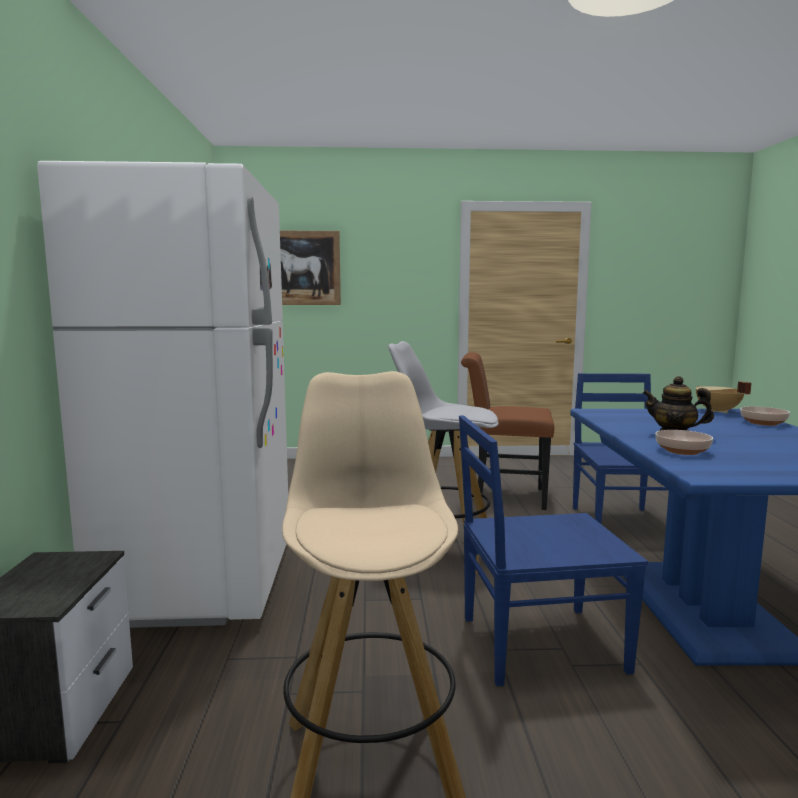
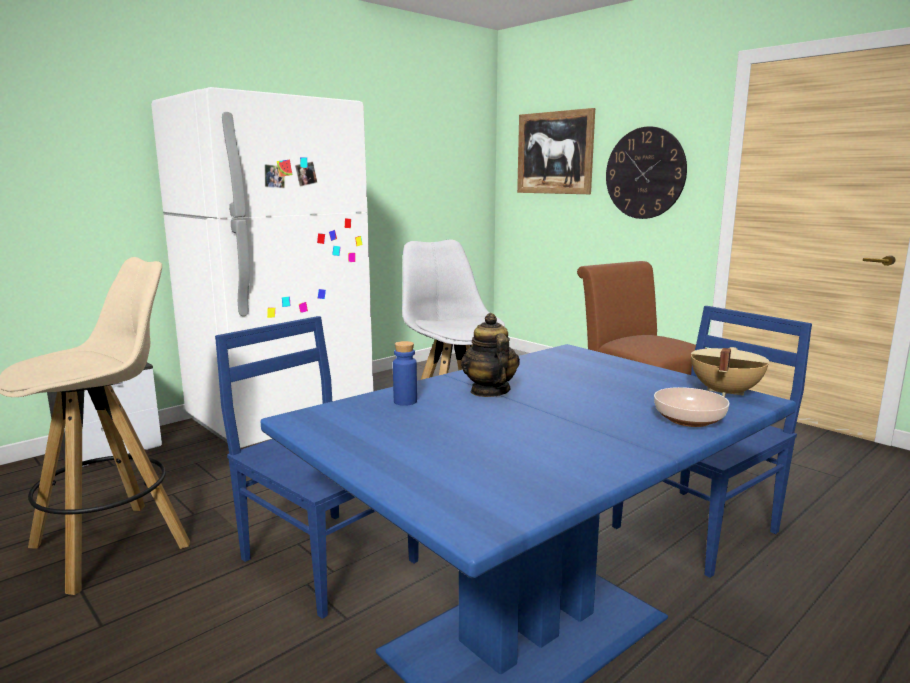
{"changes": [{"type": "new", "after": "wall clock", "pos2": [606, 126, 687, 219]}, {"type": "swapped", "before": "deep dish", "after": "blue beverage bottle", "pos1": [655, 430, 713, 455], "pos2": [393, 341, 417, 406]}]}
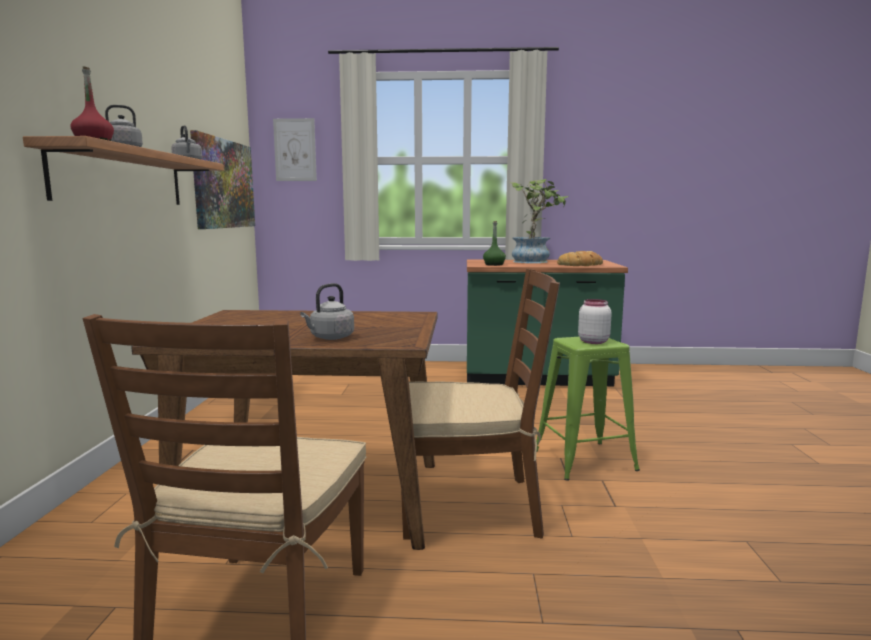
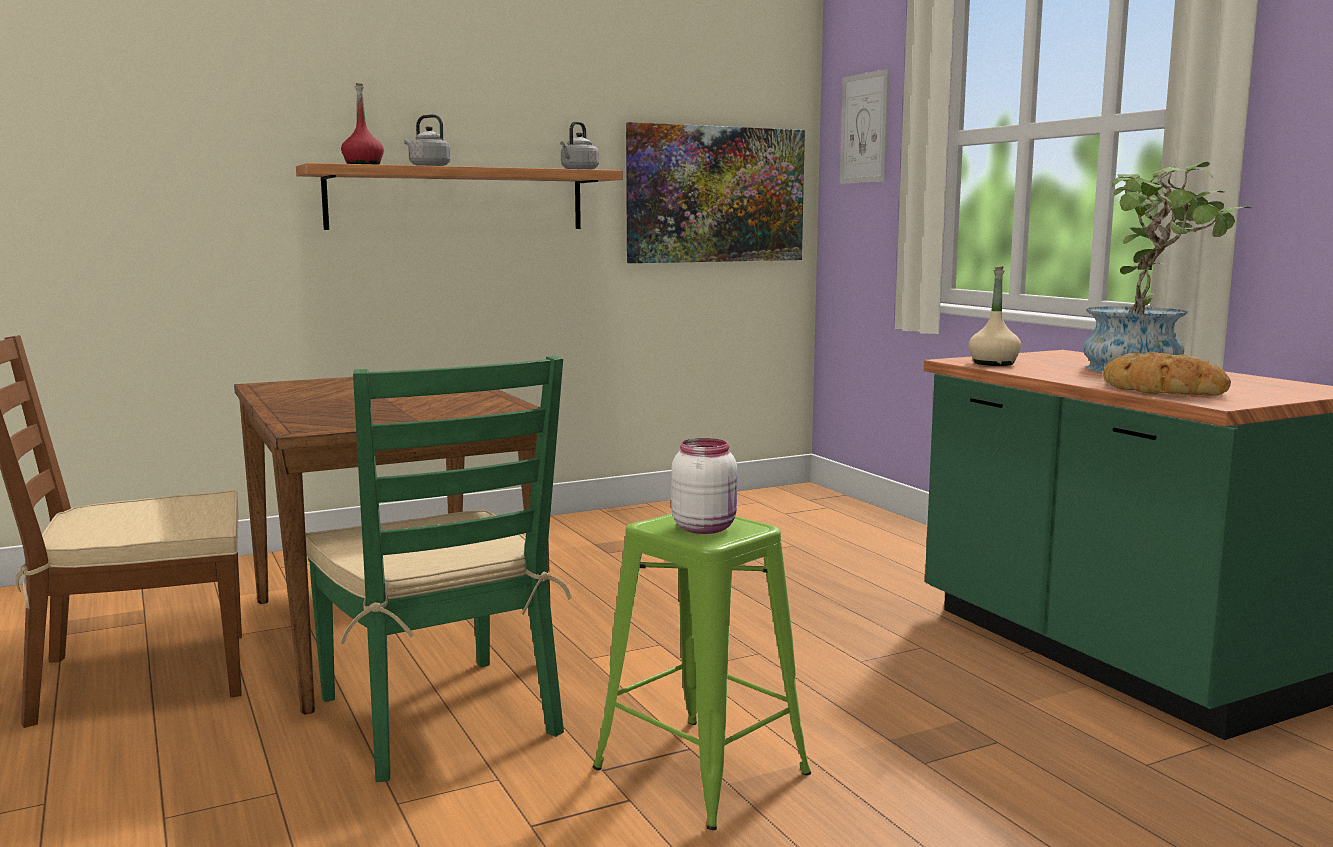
{"changes": [{"type": "gone", "before": "greyish water kettle", "pos1": [300, 283, 354, 340]}, {"type": "repainted", "before": "brown upright chair", "after": "green upright chair", "pos1": [401, 269, 560, 539], "pos2": [305, 356, 572, 782]}, {"type": "repainted", "before": "green beverage bottle", "after": "beige beverage bottle", "pos1": [483, 221, 506, 266], "pos2": [969, 266, 1021, 366]}]}
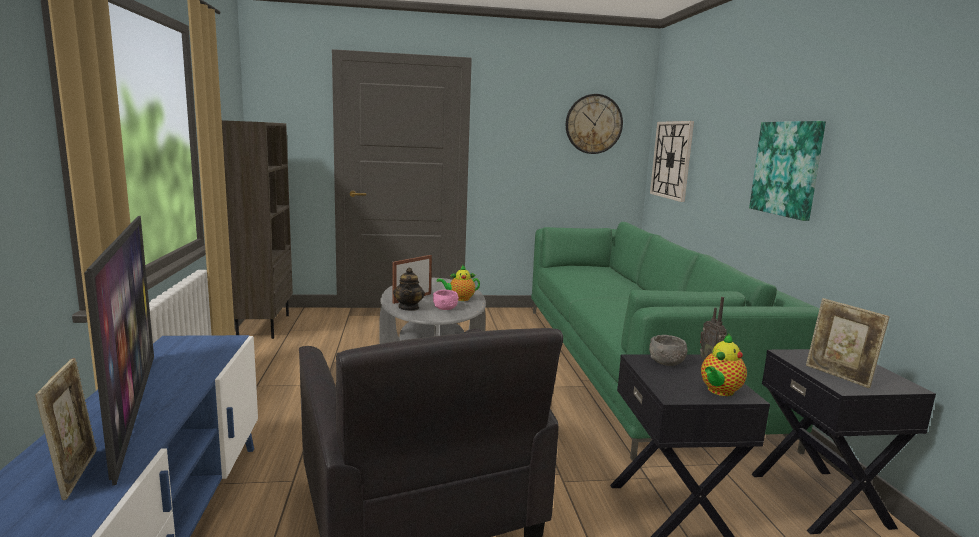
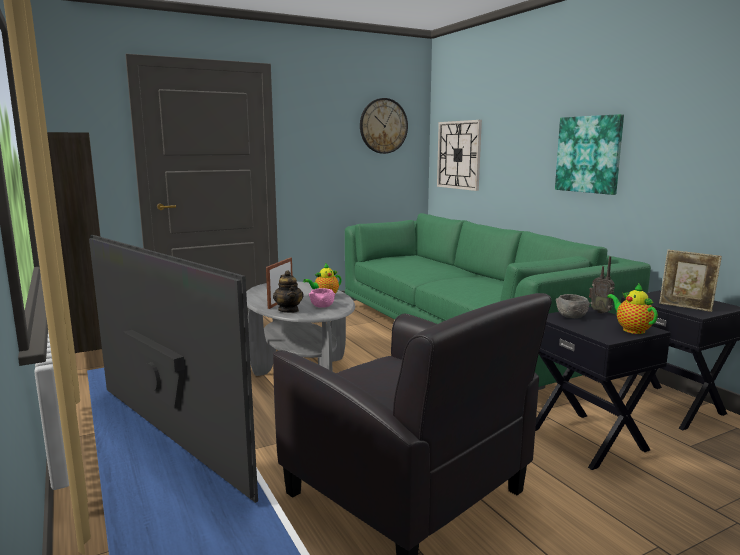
{"changes": [{"type": "gone", "before": "photo frame", "pos1": [35, 358, 97, 500]}, {"type": "rotated", "before": "pot for tea", "pos1": [701, 333, 747, 396], "pos2": [607, 283, 658, 334], "turn": 135}]}
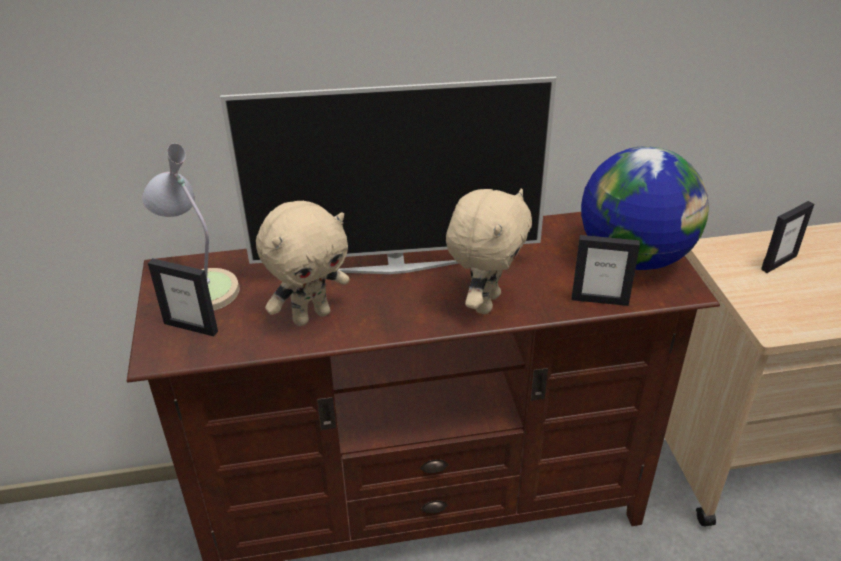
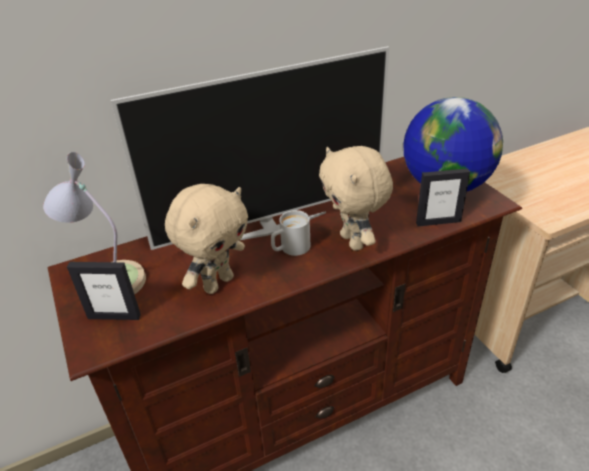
{"changes": [{"type": "gone", "before": "photo frame", "pos1": [761, 201, 814, 273]}, {"type": "new", "after": "whitish mug", "pos2": [271, 210, 310, 256]}, {"type": "rotated", "before": "beige cuddly toy", "pos1": [446, 188, 532, 314], "pos2": [319, 146, 393, 251], "turn": 150}]}
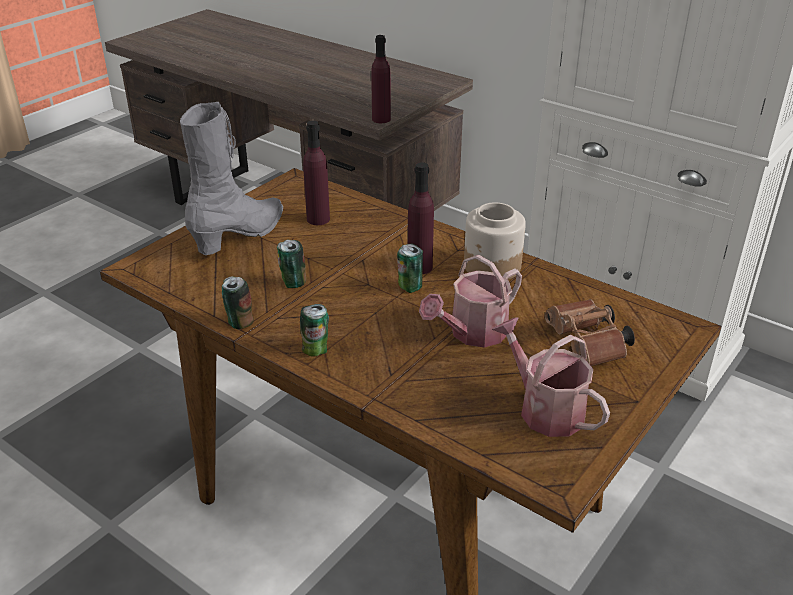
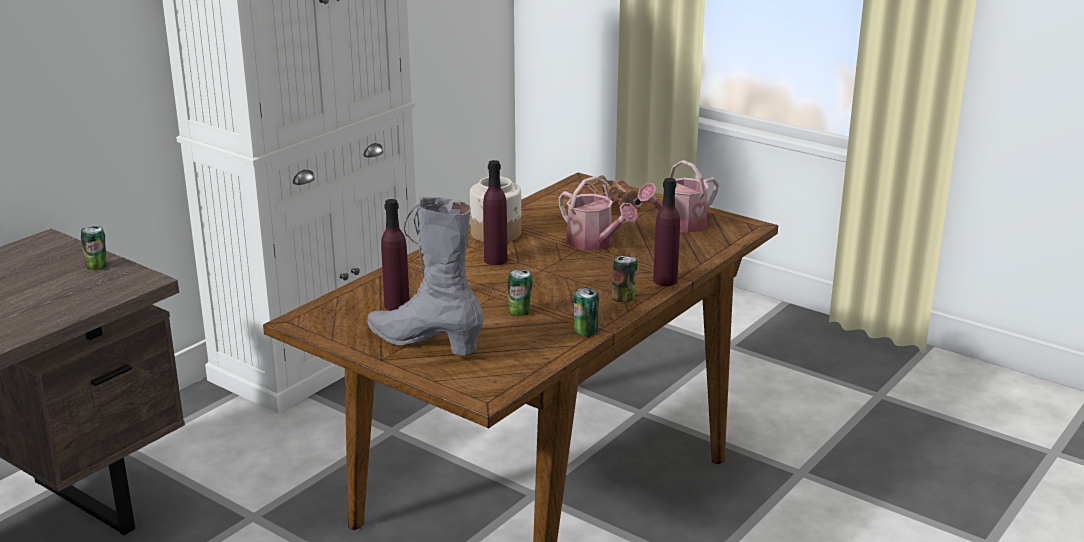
{"changes": [{"type": "shifted", "before": "purple-coloured beverage bottle", "pos1": [371, 35, 391, 123], "pos2": [653, 178, 680, 286]}, {"type": "shifted", "before": "sealed can", "pos1": [397, 244, 423, 293], "pos2": [81, 226, 107, 270]}]}
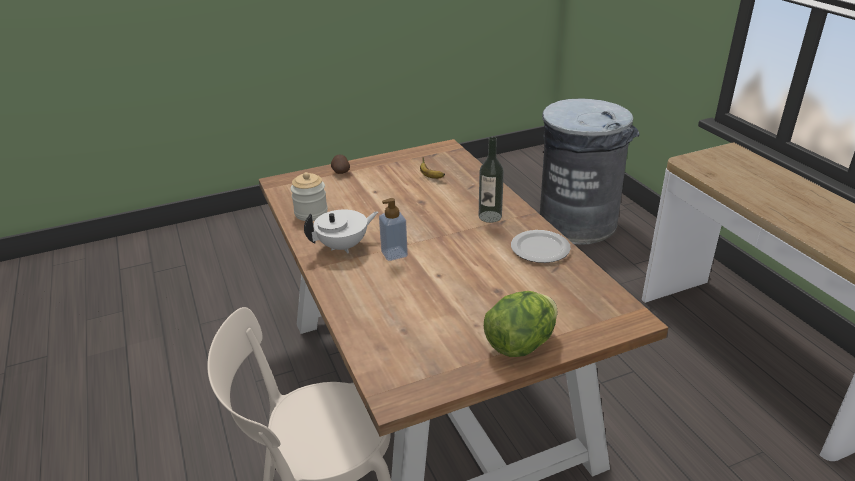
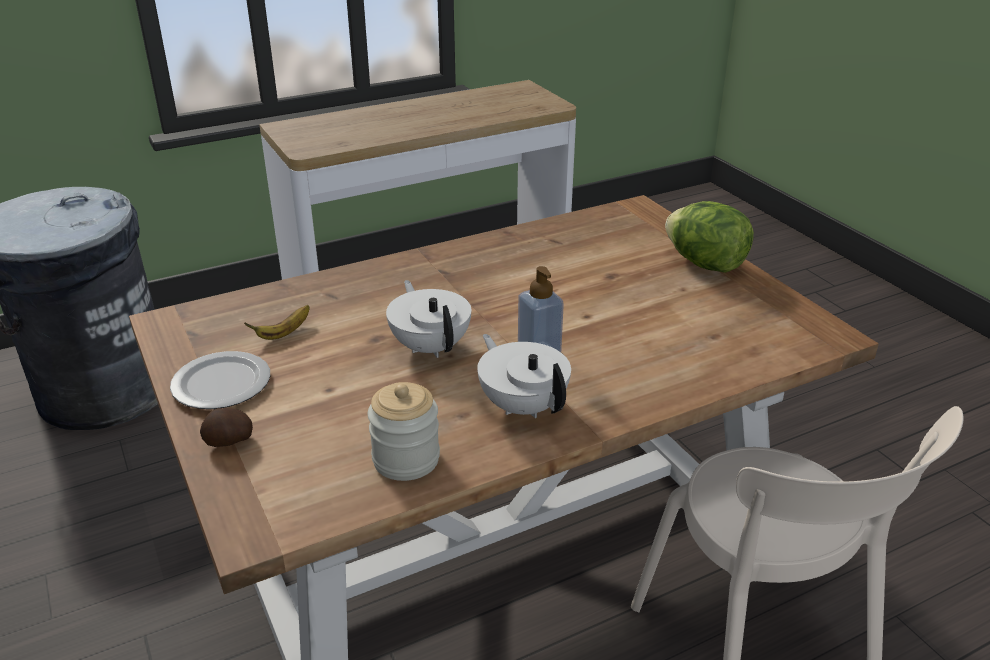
{"changes": [{"type": "gone", "before": "beverage bottle", "pos1": [479, 137, 504, 223]}, {"type": "new", "after": "whitish pot for tea", "pos2": [386, 280, 471, 358]}, {"type": "shifted", "before": "dinner plate", "pos1": [511, 230, 571, 263], "pos2": [170, 351, 270, 409]}]}
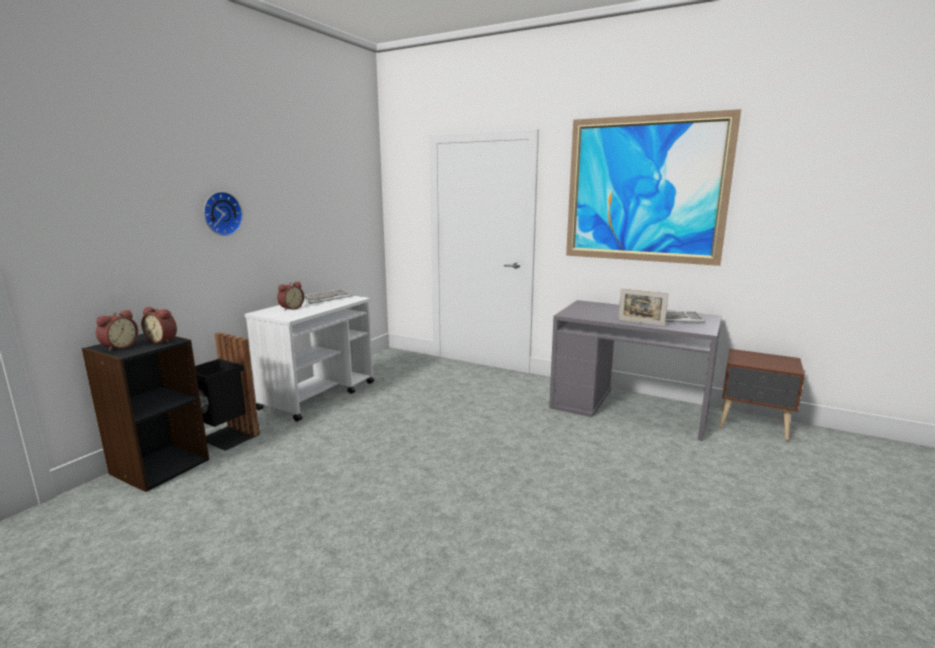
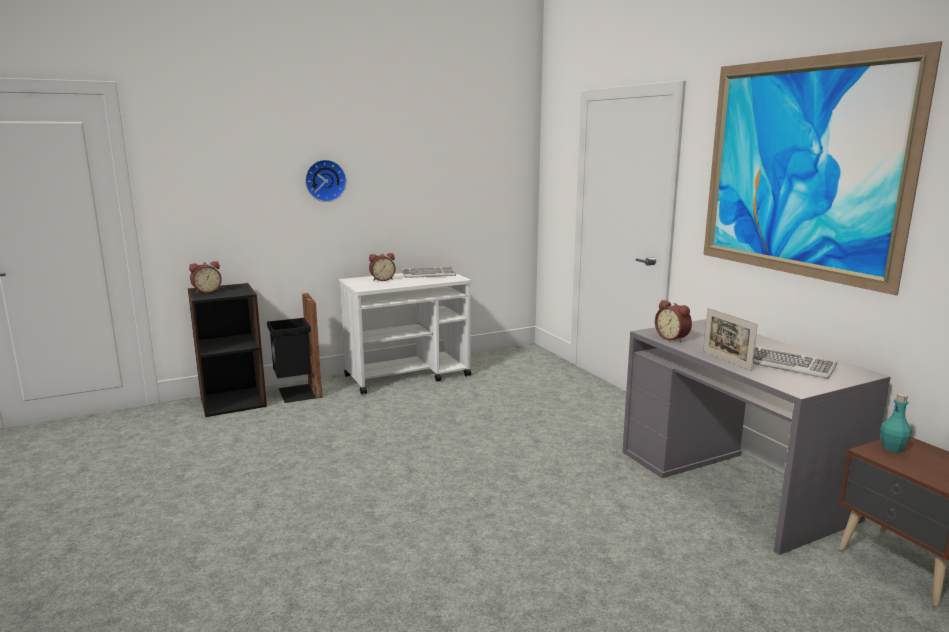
{"changes": [{"type": "new", "after": "blue-green beverage bottle", "pos2": [880, 393, 911, 453]}, {"type": "shifted", "before": "alarm clock", "pos1": [141, 307, 177, 343], "pos2": [655, 300, 692, 342]}]}
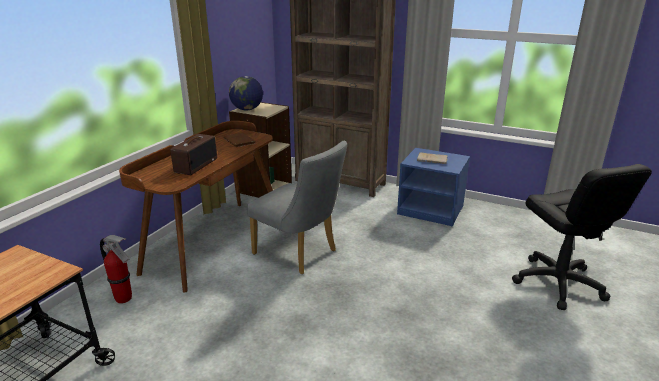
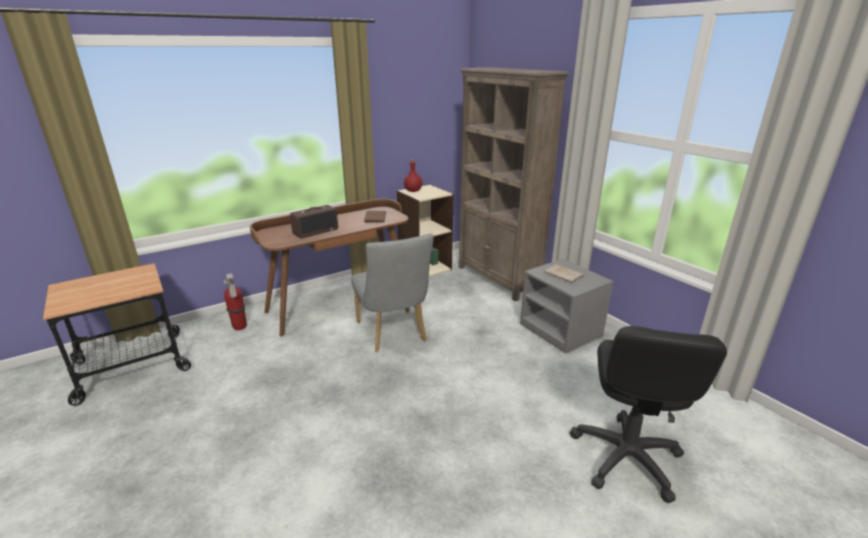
{"changes": [{"type": "swapped", "before": "desk globe", "after": "red beverage bottle", "pos1": [229, 76, 263, 110], "pos2": [404, 159, 422, 192]}, {"type": "repainted", "before": "blue night table", "after": "greyish night table", "pos1": [397, 148, 470, 226], "pos2": [520, 259, 614, 354]}]}
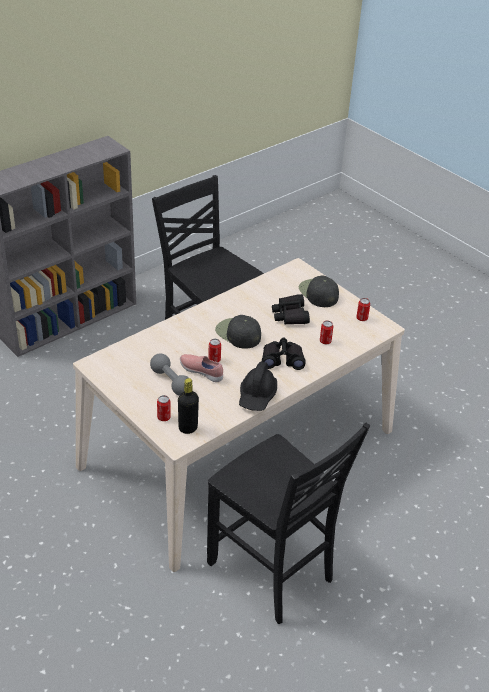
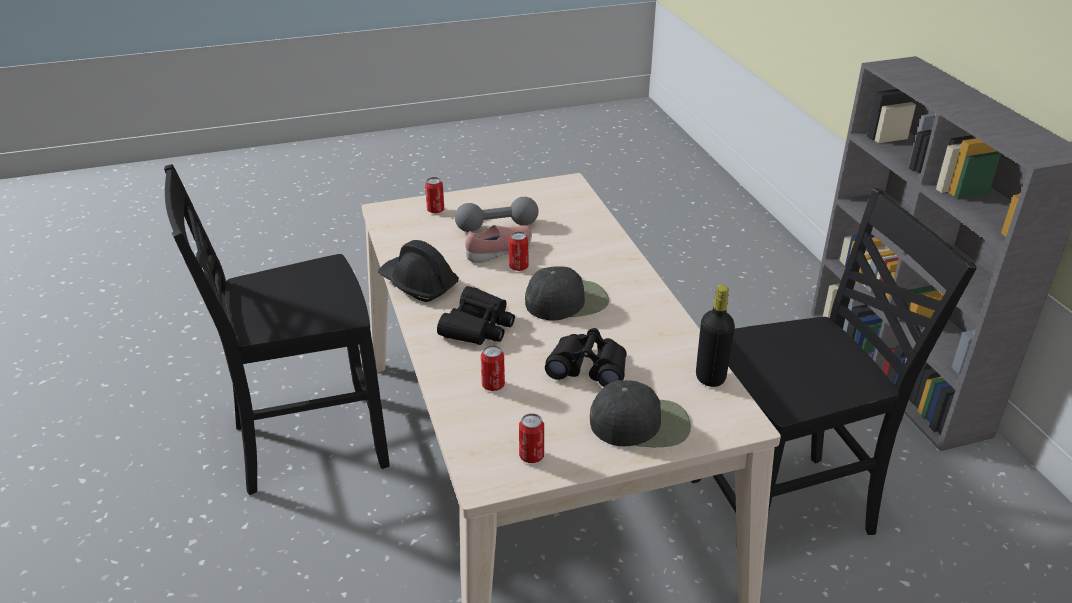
{"changes": [{"type": "shifted", "before": "black-coloured beverage bottle", "pos1": [178, 378, 199, 434], "pos2": [696, 285, 735, 387]}]}
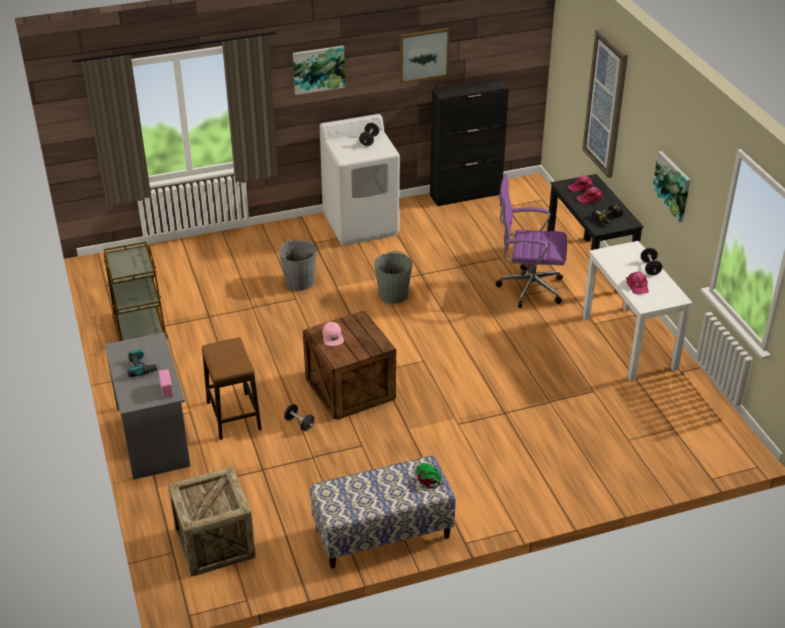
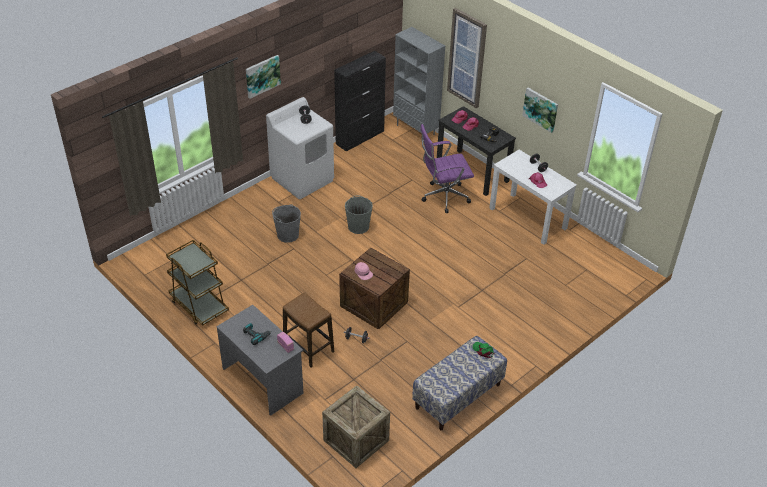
{"changes": [{"type": "gone", "before": "wall picture", "pos1": [400, 28, 450, 83]}, {"type": "new", "after": "greyish shelving unit", "pos2": [393, 27, 445, 142]}]}
